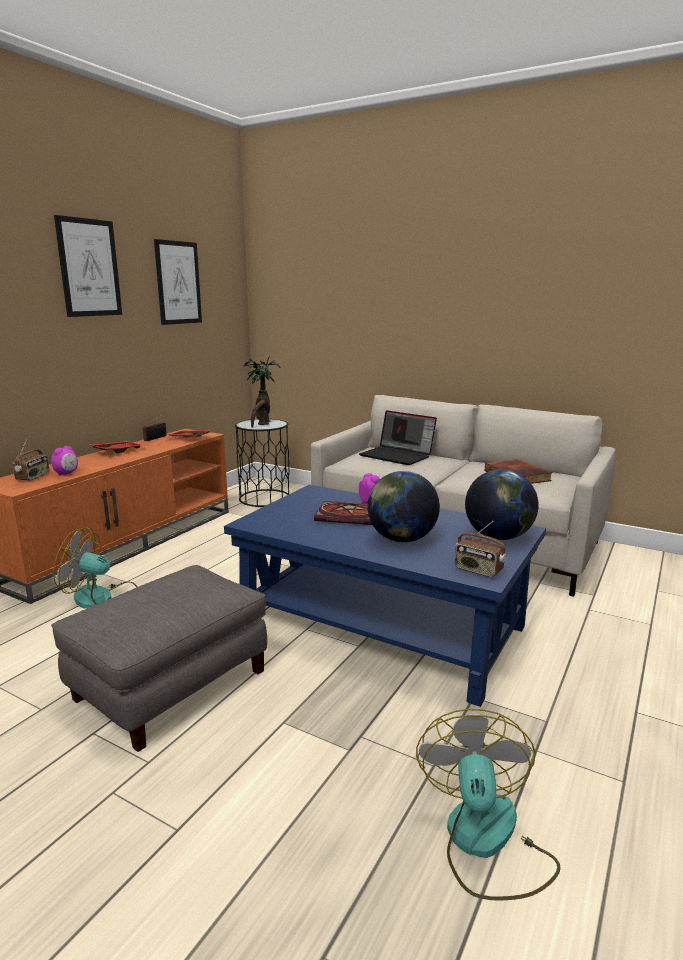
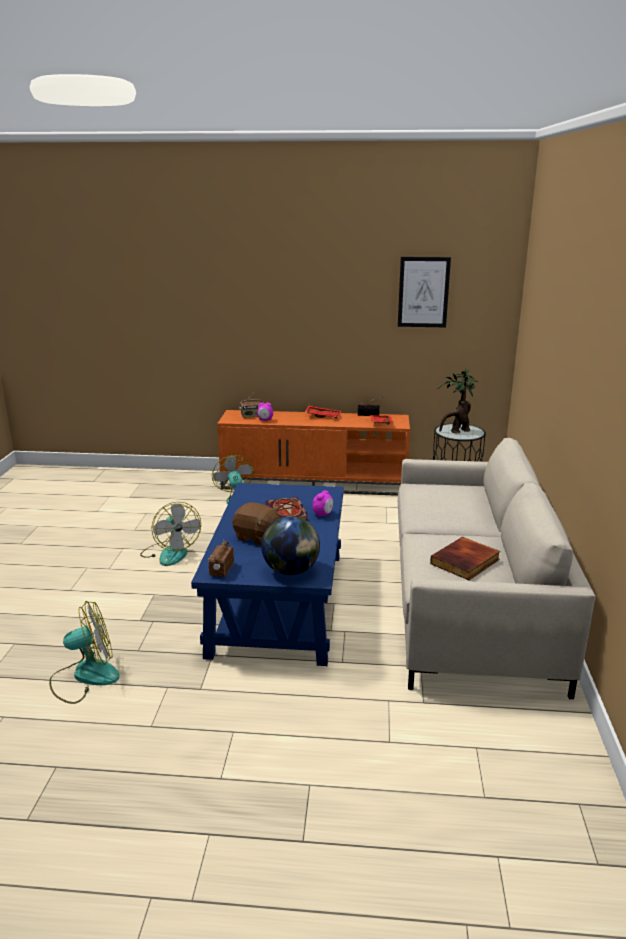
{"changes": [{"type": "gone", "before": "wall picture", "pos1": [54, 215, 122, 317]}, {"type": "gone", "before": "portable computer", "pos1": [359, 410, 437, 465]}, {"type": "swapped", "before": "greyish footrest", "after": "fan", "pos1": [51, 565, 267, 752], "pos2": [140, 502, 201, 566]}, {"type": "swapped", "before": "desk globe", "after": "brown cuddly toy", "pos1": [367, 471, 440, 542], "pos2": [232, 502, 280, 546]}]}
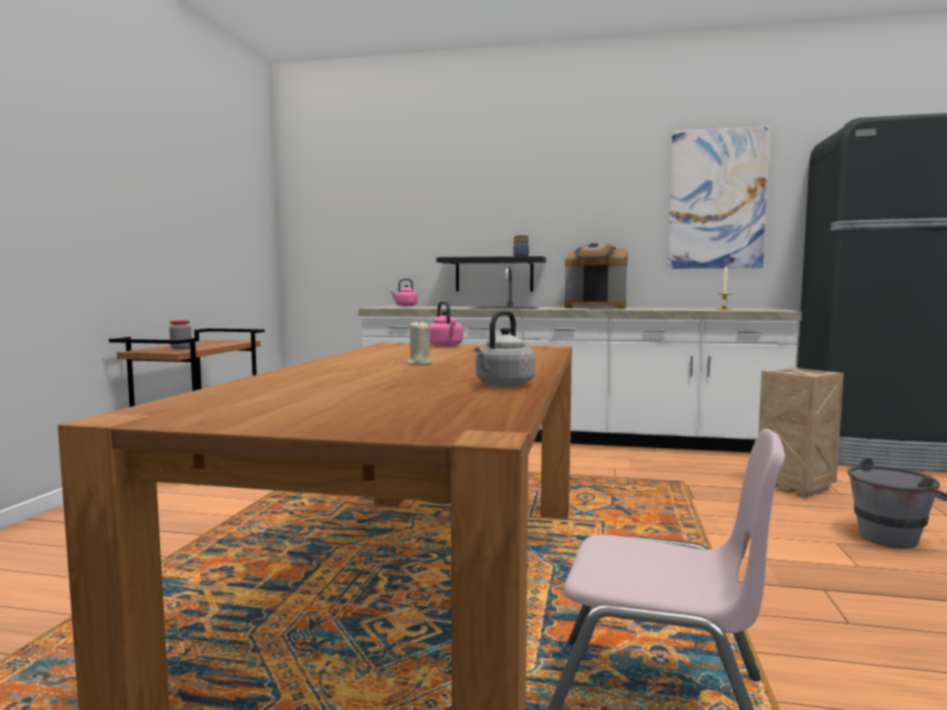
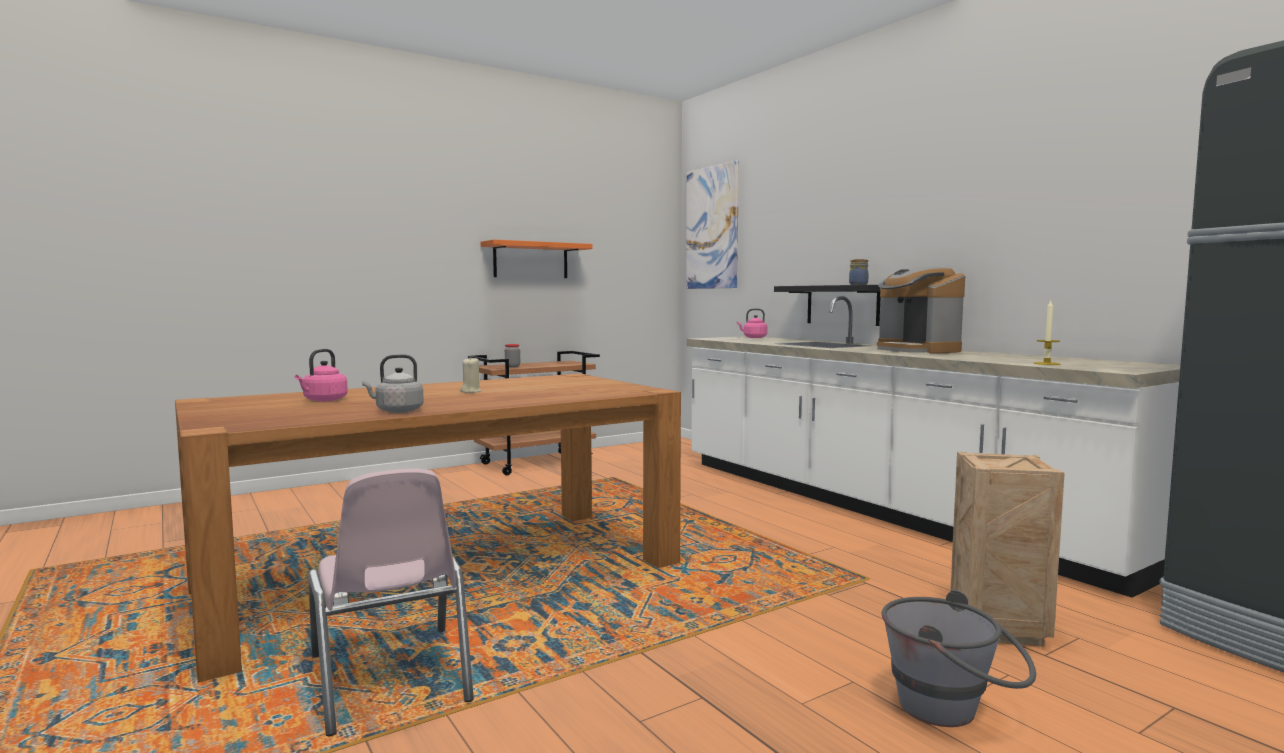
{"changes": [{"type": "new", "after": "orangey shelf", "pos2": [481, 239, 593, 278]}, {"type": "shifted", "before": "pink water kettle", "pos1": [429, 301, 463, 347], "pos2": [295, 349, 348, 402]}, {"type": "shifted", "before": "wall picture", "pos1": [668, 126, 770, 268], "pos2": [686, 160, 739, 289]}]}
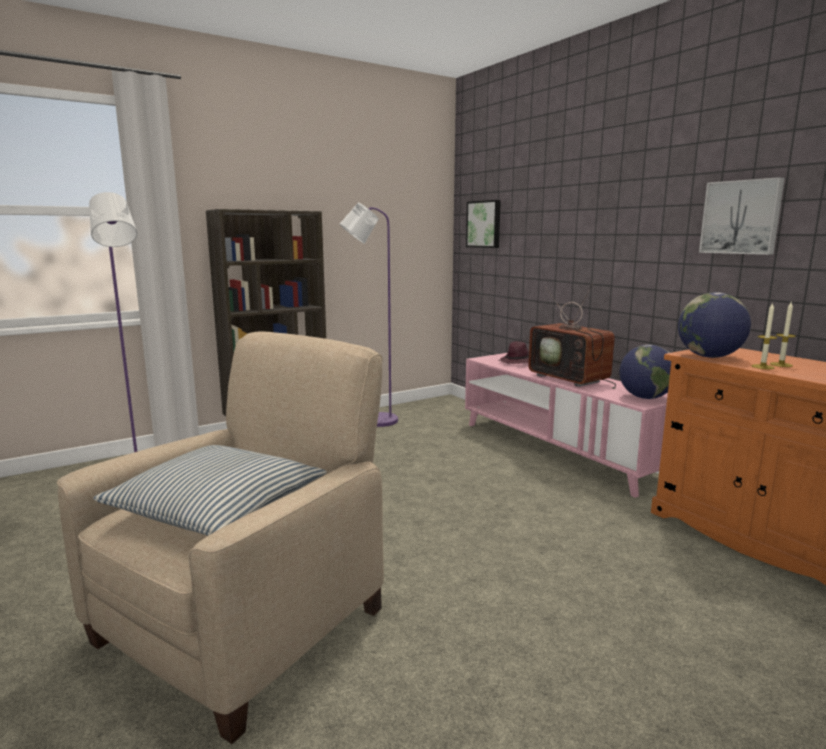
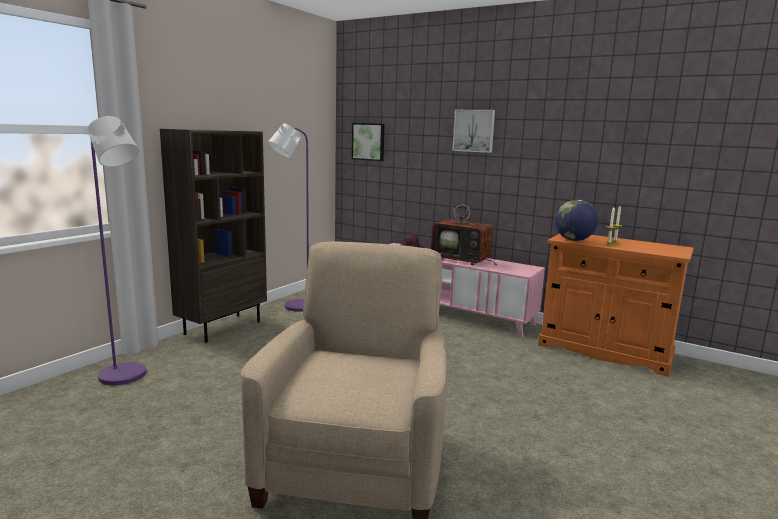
{"changes": [{"type": "gone", "before": "pillow", "pos1": [94, 445, 327, 536]}, {"type": "gone", "before": "desk globe", "pos1": [620, 344, 671, 399]}, {"type": "shifted", "before": "wall picture", "pos1": [699, 177, 785, 255], "pos2": [452, 110, 495, 153]}]}
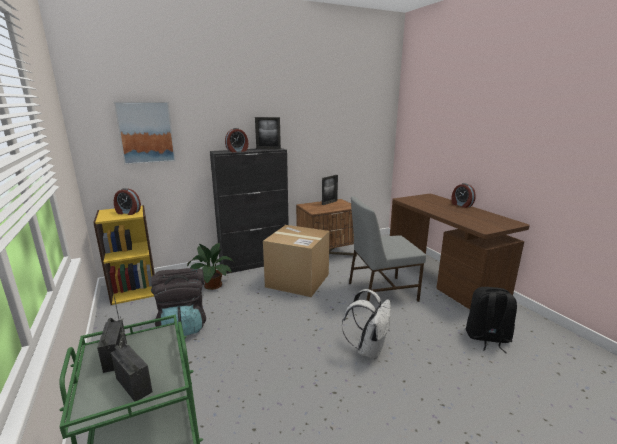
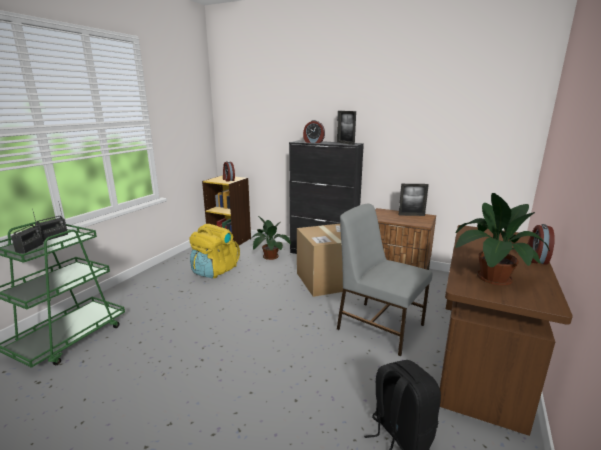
{"changes": [{"type": "gone", "before": "wall picture", "pos1": [114, 102, 176, 165]}, {"type": "gone", "before": "whitish knapsack", "pos1": [342, 289, 391, 360]}, {"type": "new", "after": "plant in a pot", "pos2": [455, 193, 550, 285]}, {"type": "repainted", "before": "black-coloured knapsack", "after": "yellowish knapsack", "pos1": [151, 268, 206, 336], "pos2": [189, 224, 240, 278]}]}
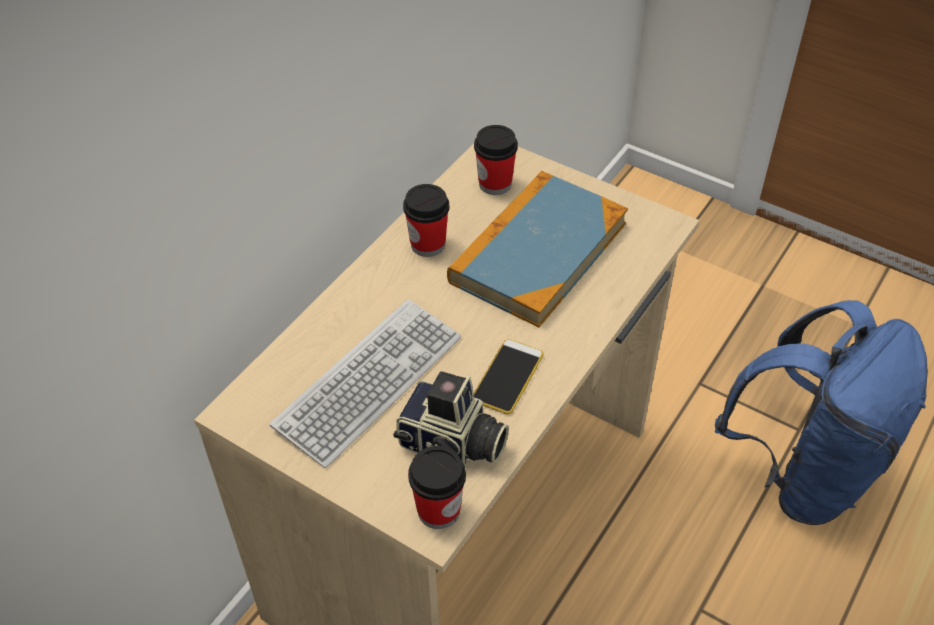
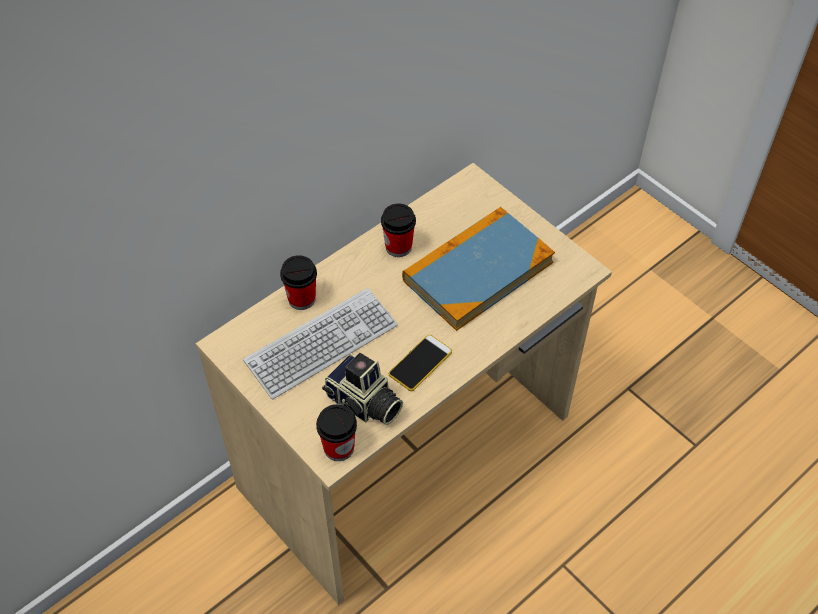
{"changes": [{"type": "gone", "before": "blue knapsack", "pos1": [715, 300, 928, 525]}, {"type": "shifted", "before": "cup", "pos1": [474, 125, 518, 195], "pos2": [280, 255, 317, 310]}]}
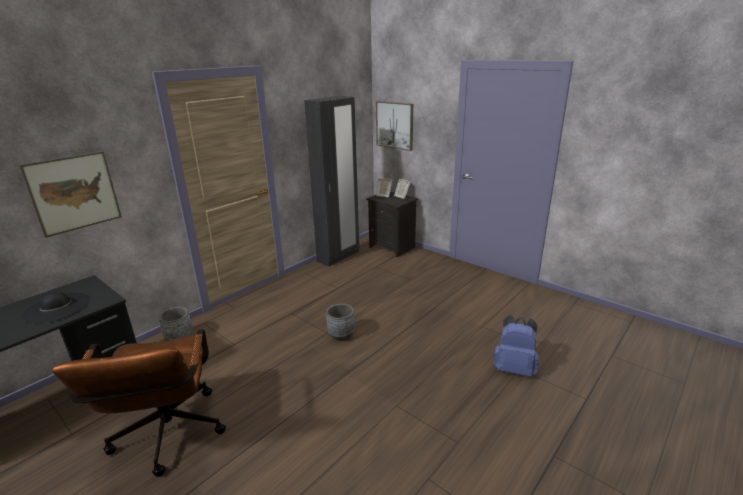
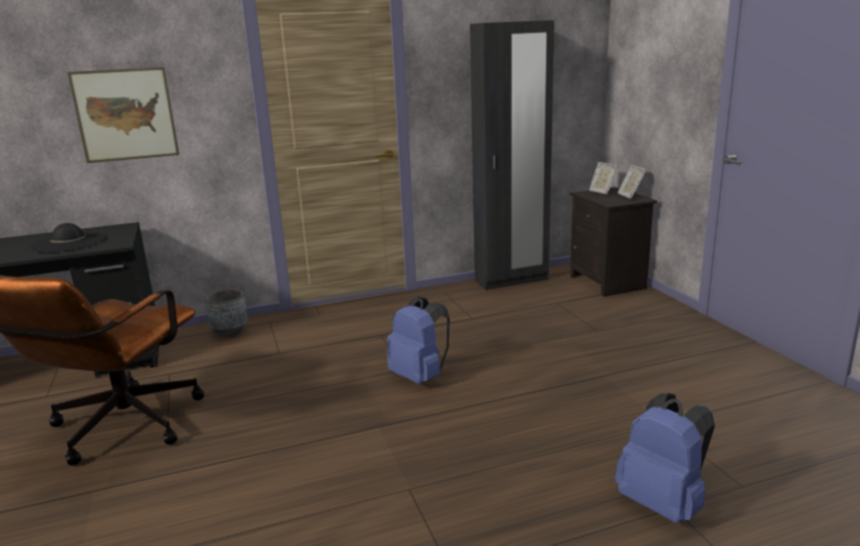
{"changes": [{"type": "gone", "before": "wall picture", "pos1": [376, 101, 413, 151]}, {"type": "swapped", "before": "greyish plant pot", "after": "blue knapsack", "pos1": [326, 304, 355, 341], "pos2": [387, 297, 450, 385]}]}
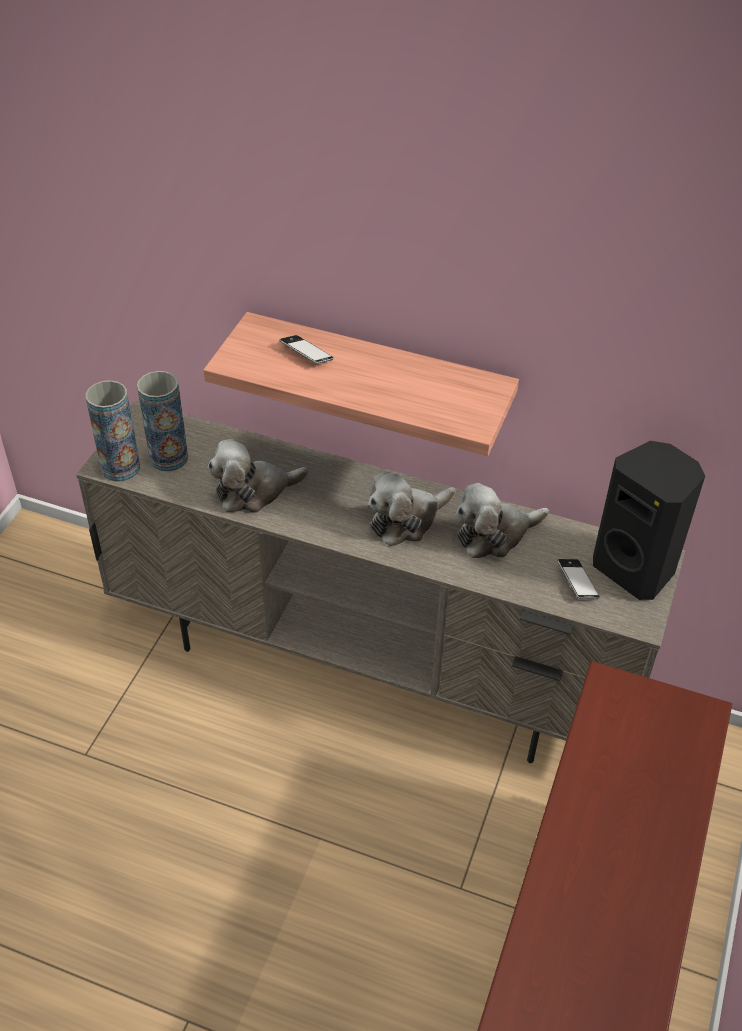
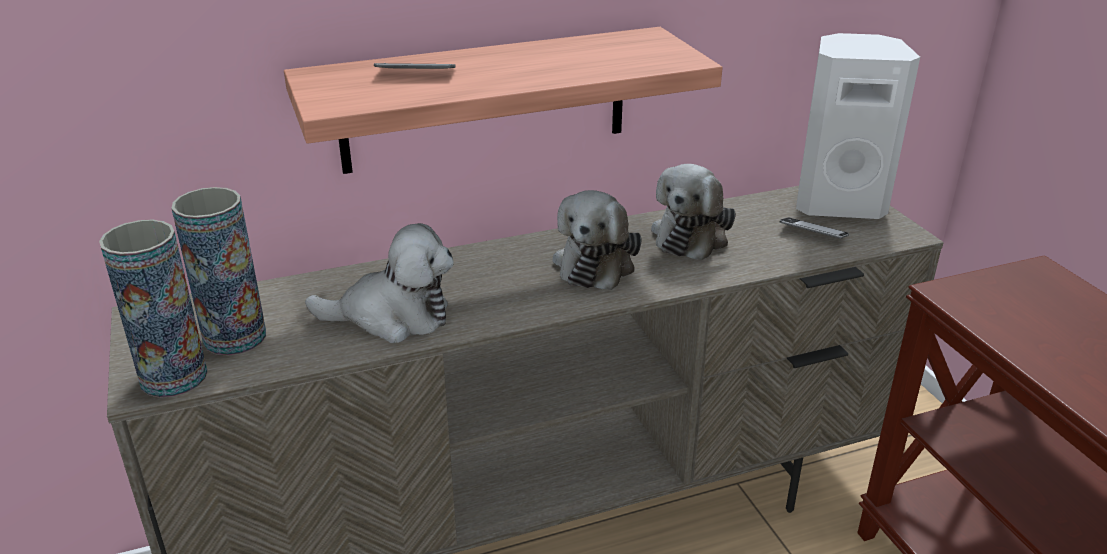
{"changes": [{"type": "repainted", "before": "black-coloured audio speaker", "after": "whitish audio speaker", "pos1": [593, 441, 705, 600], "pos2": [796, 33, 920, 219]}, {"type": "rotated", "before": "cuddly toy", "pos1": [208, 439, 309, 513], "pos2": [305, 223, 454, 343], "turn": -120}]}
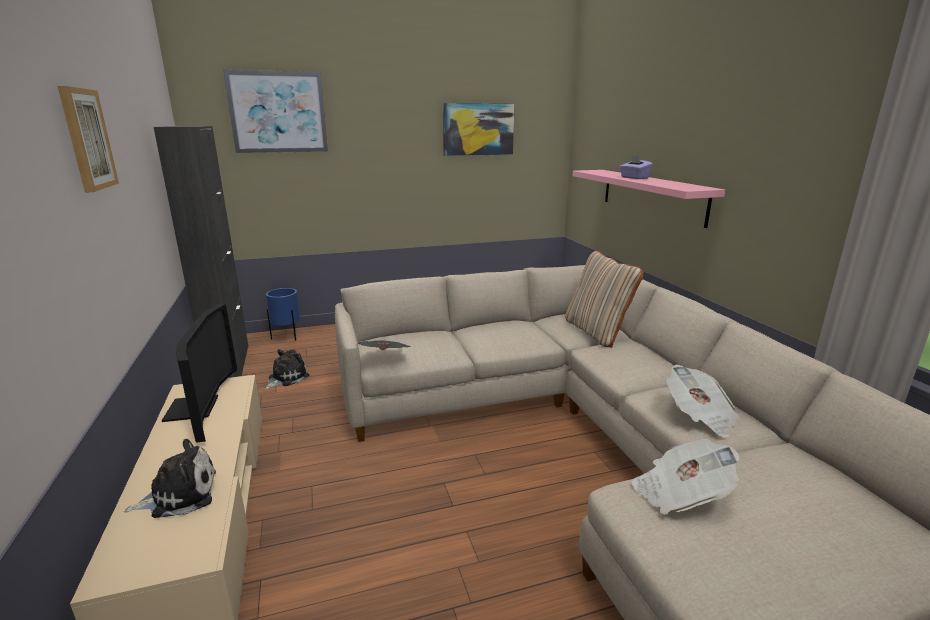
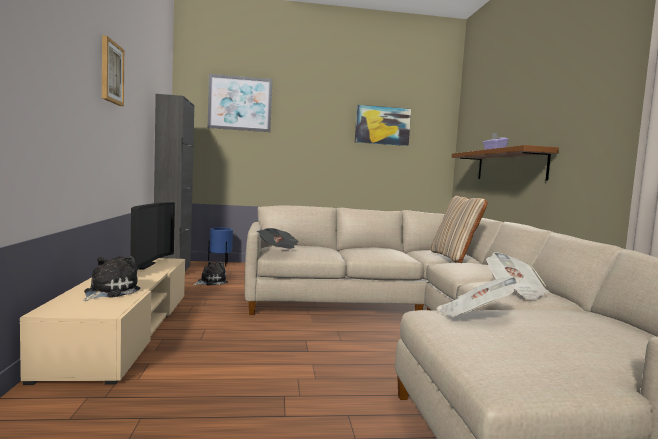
{"changes": [{"type": "repainted", "before": "pink shelf", "after": "brown shelf", "pos1": [573, 170, 725, 228], "pos2": [452, 145, 559, 180]}, {"type": "rotated", "before": "cuddly toy", "pos1": [124, 439, 216, 518], "pos2": [83, 256, 140, 301], "turn": -60}]}
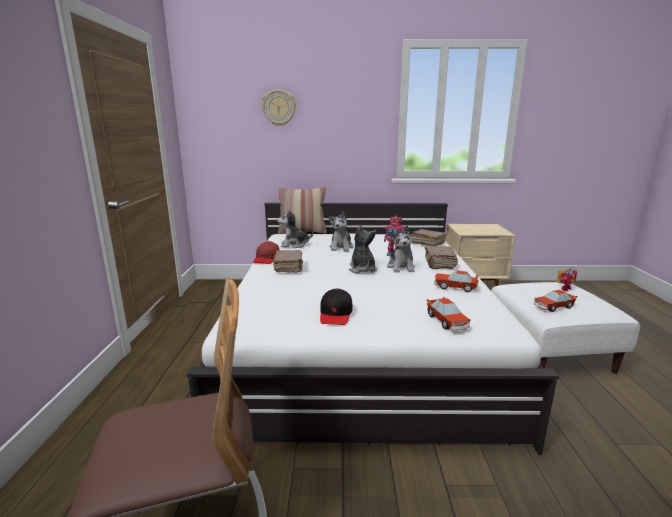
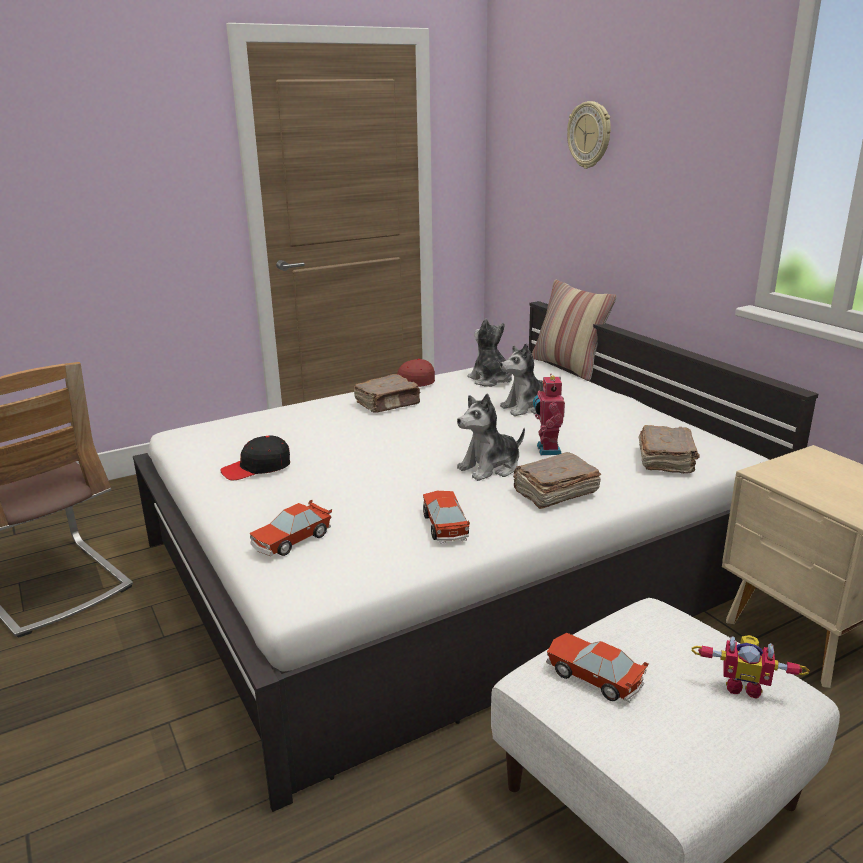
{"changes": [{"type": "gone", "before": "cuddly toy", "pos1": [349, 225, 377, 274]}]}
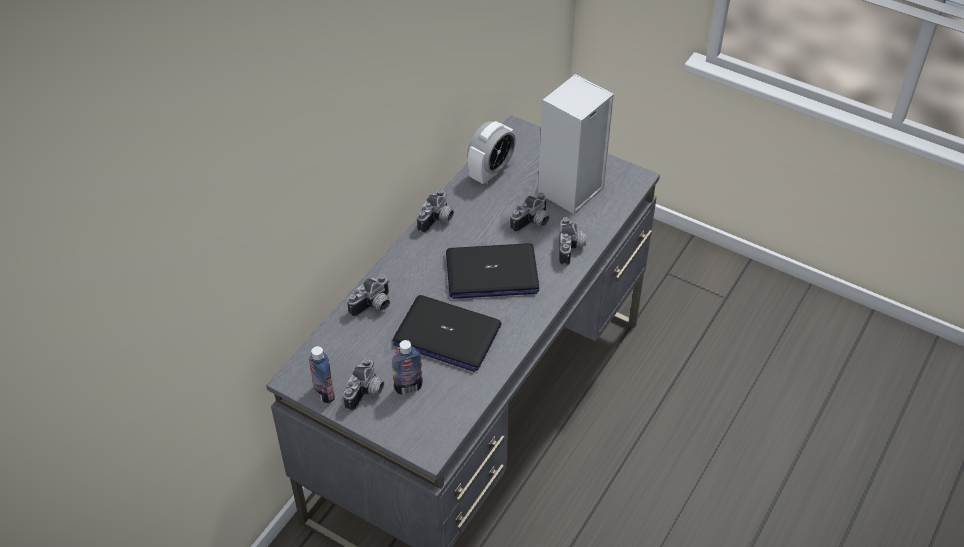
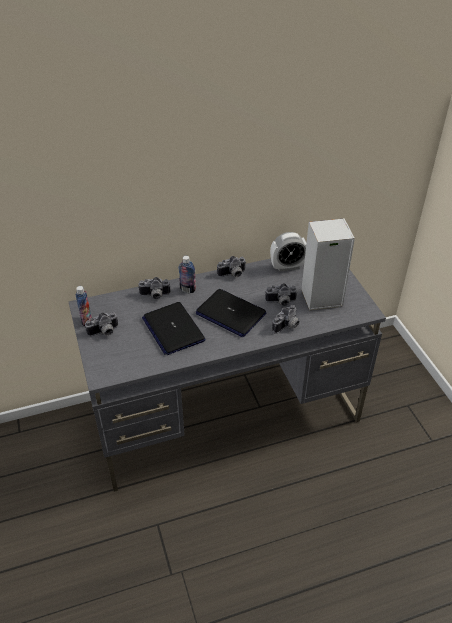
{"changes": [{"type": "shifted", "before": "beverage bottle", "pos1": [392, 340, 423, 395], "pos2": [178, 256, 196, 293]}]}
